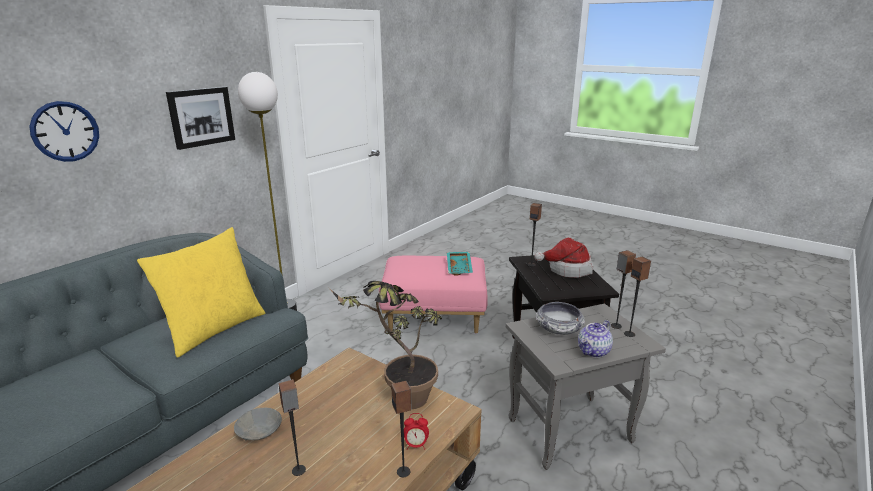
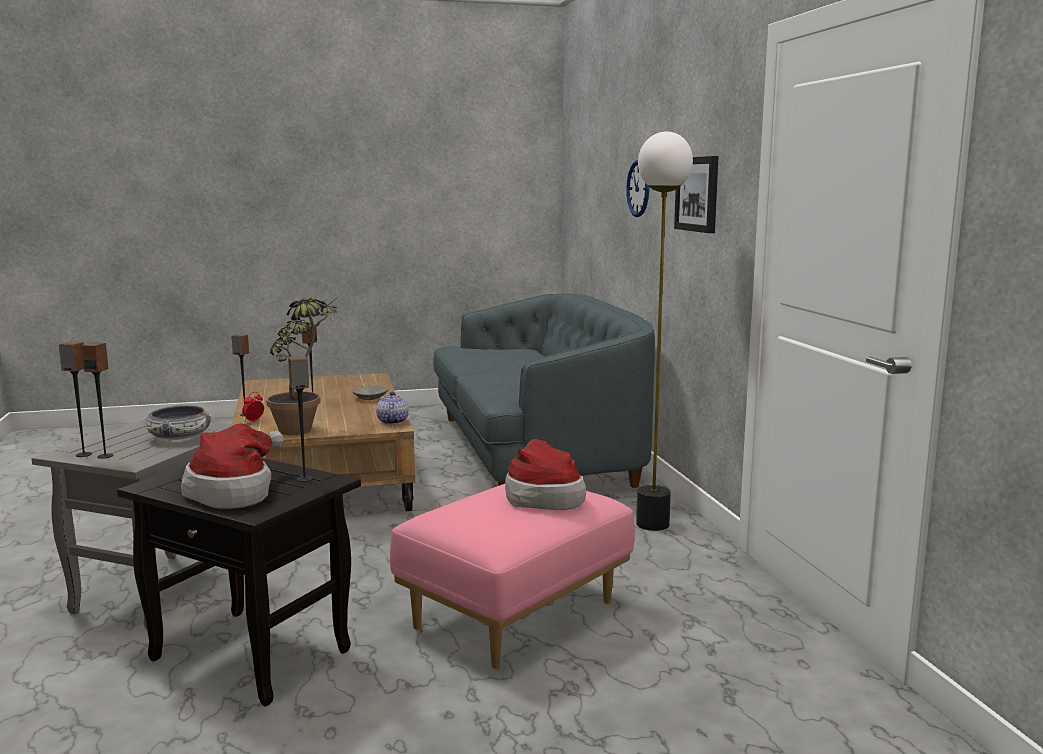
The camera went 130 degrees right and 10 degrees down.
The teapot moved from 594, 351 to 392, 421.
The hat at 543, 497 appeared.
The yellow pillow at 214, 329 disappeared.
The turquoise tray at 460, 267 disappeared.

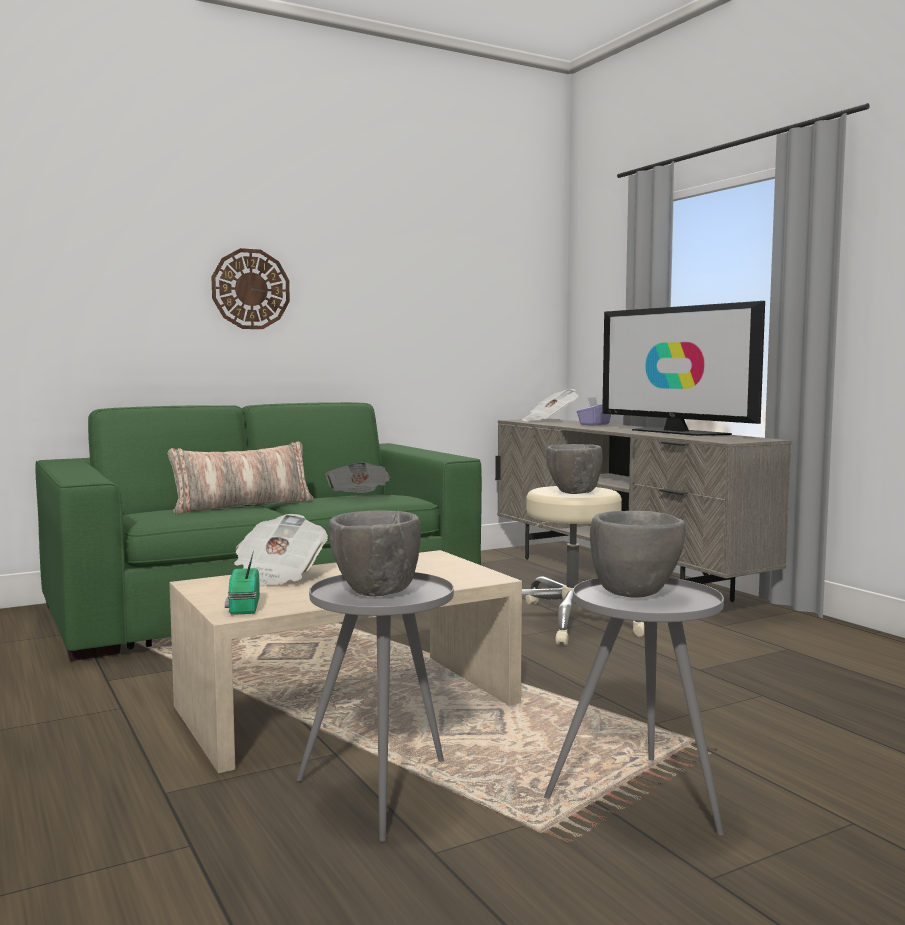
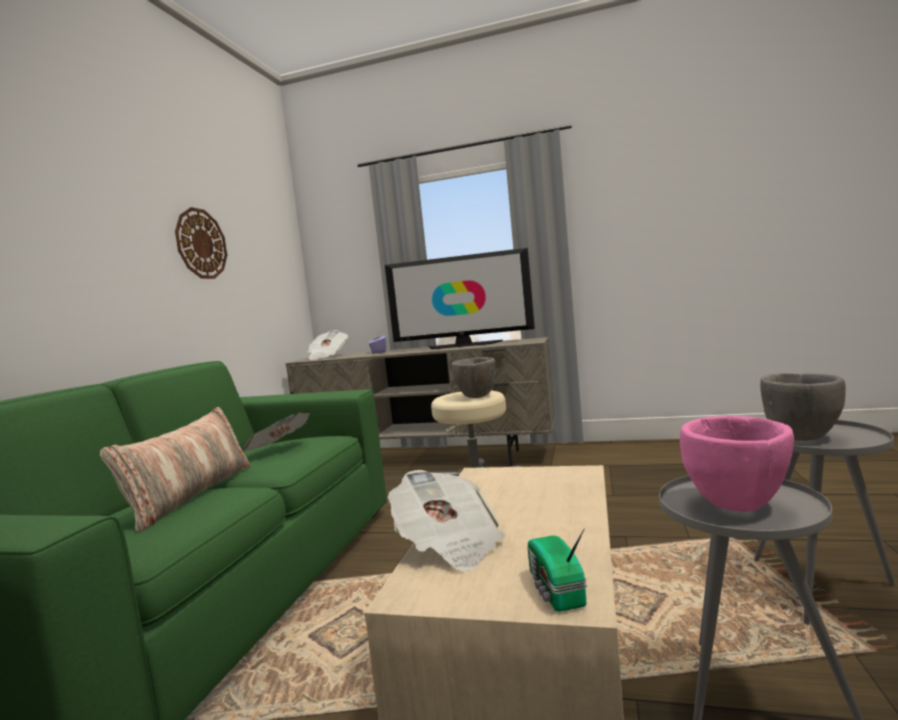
The camera went 45 degrees left and 0 degrees up.
The wall clock moved from 250, 289 to 201, 244.
The radio at 243, 607 turned 45 degrees clockwise.
The grey bowl at 375, 593 became the pink bowl at 737, 506.

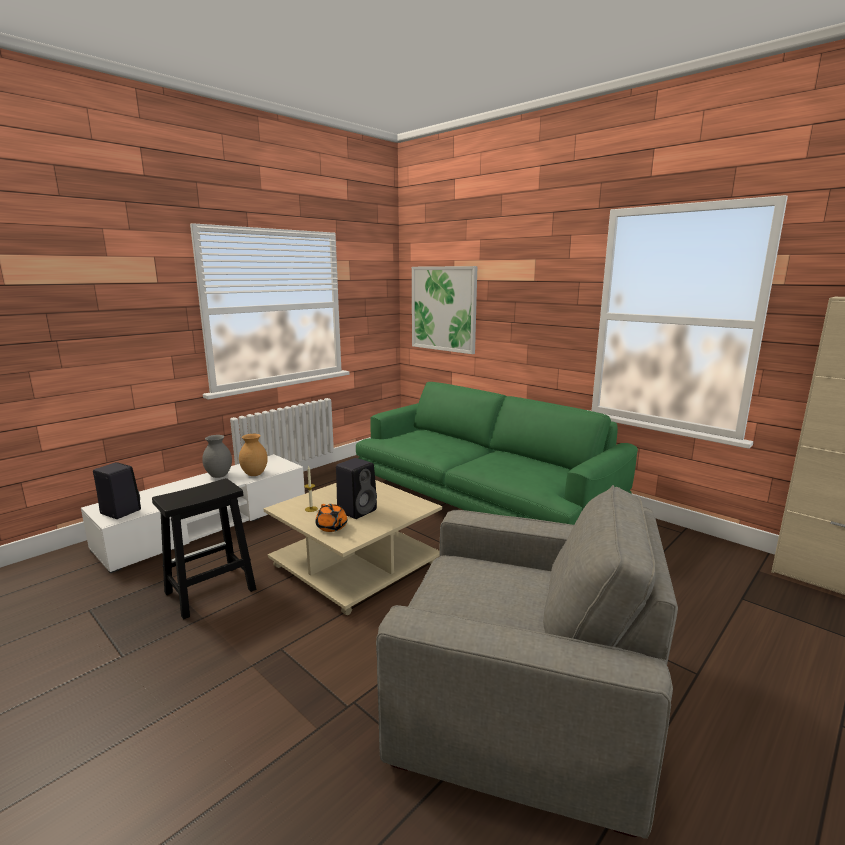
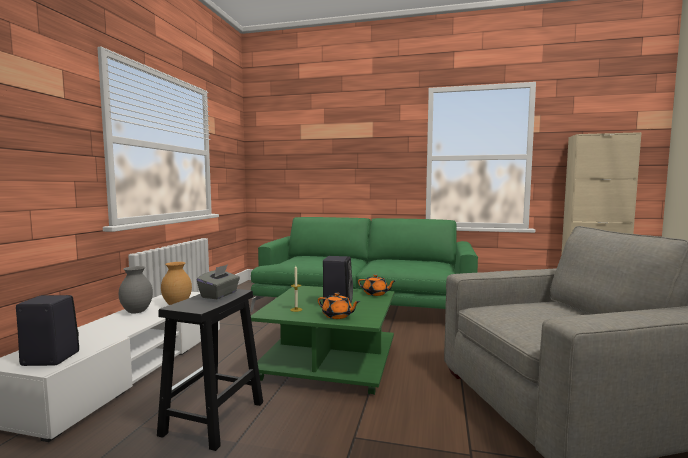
The camera went 30 degrees left and 10 degrees down.
The grey tissue box at 219, 295 appeared.
The beige coffee table at 357, 565 became the green coffee table at 331, 360.
The orange teapot at 376, 294 appeared.
The picture at 443, 309 disappeared.

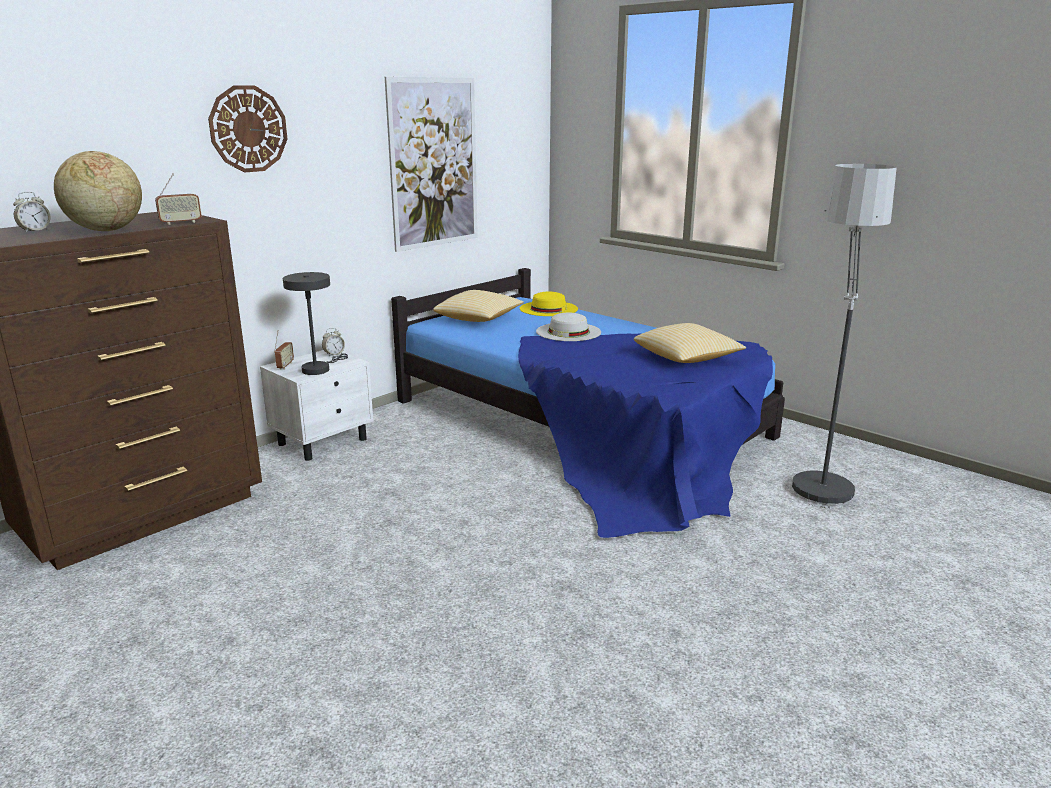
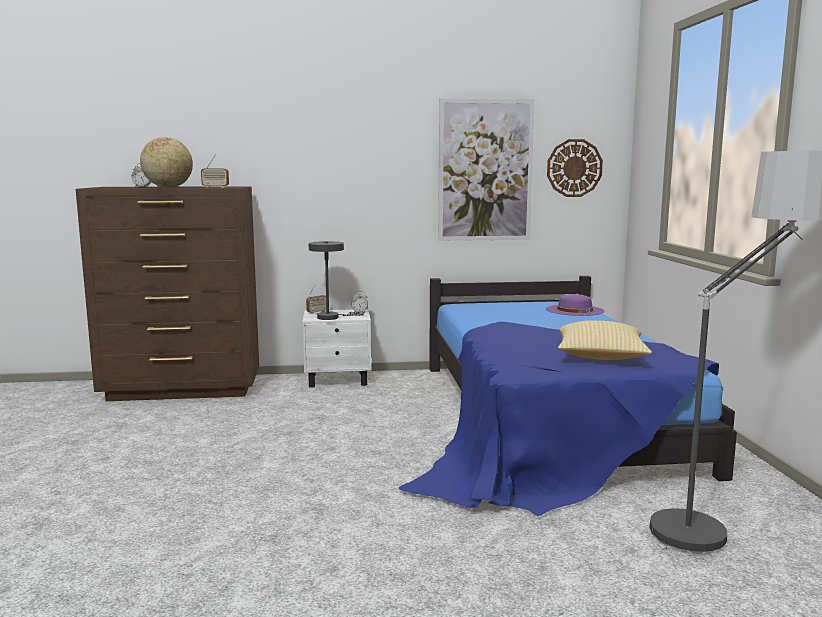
The camera went 40 degrees right and 10 degrees down.
The yellow hat at 548, 308 became the purple hat at 574, 310.
The wall clock moved from 248, 129 to 574, 168.
The pillow at 479, 319 disappeared.
The white hat at 568, 332 disappeared.

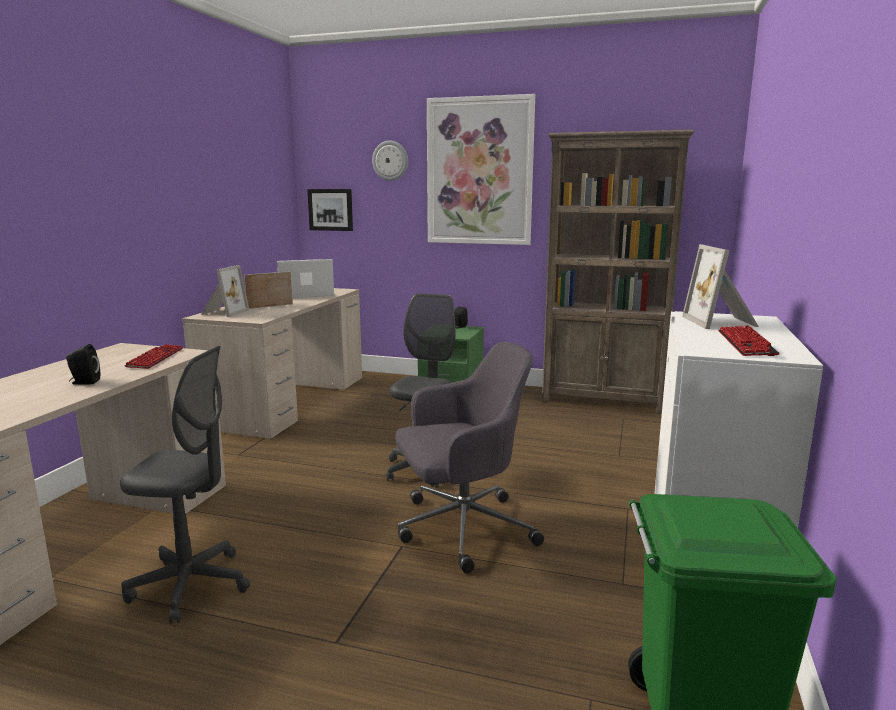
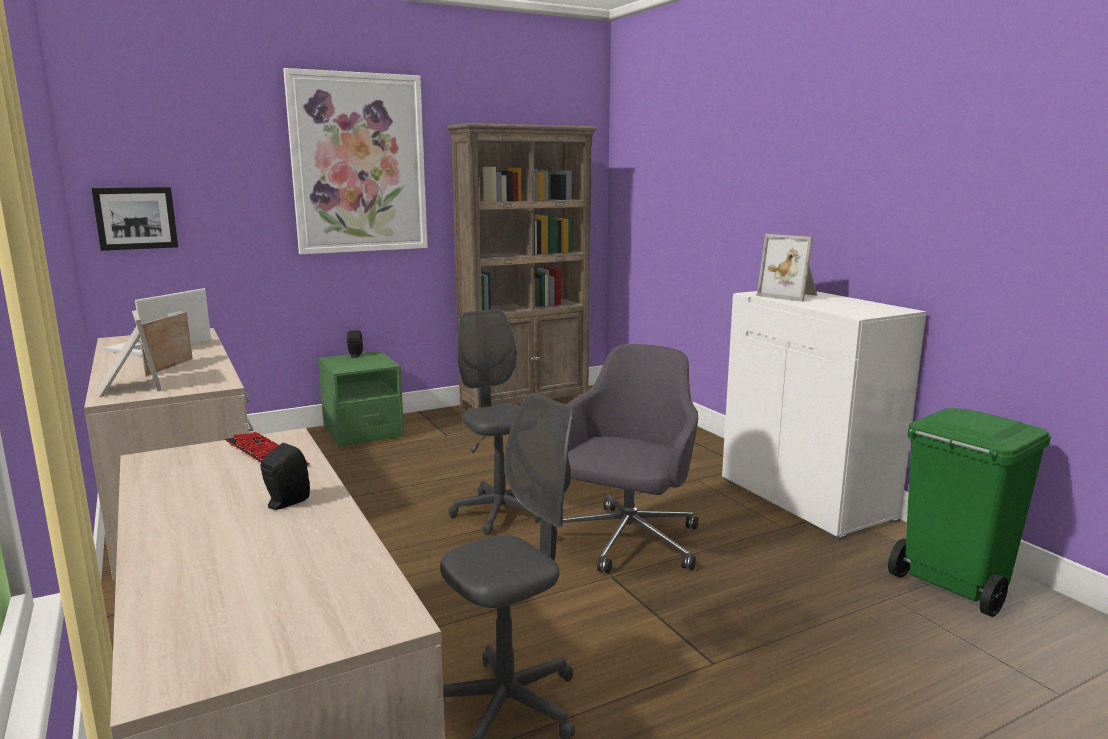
The camera went 45 degrees left and 0 degrees up.
The wall clock at 390, 160 disappeared.
The keyboard at 745, 343 disappeared.

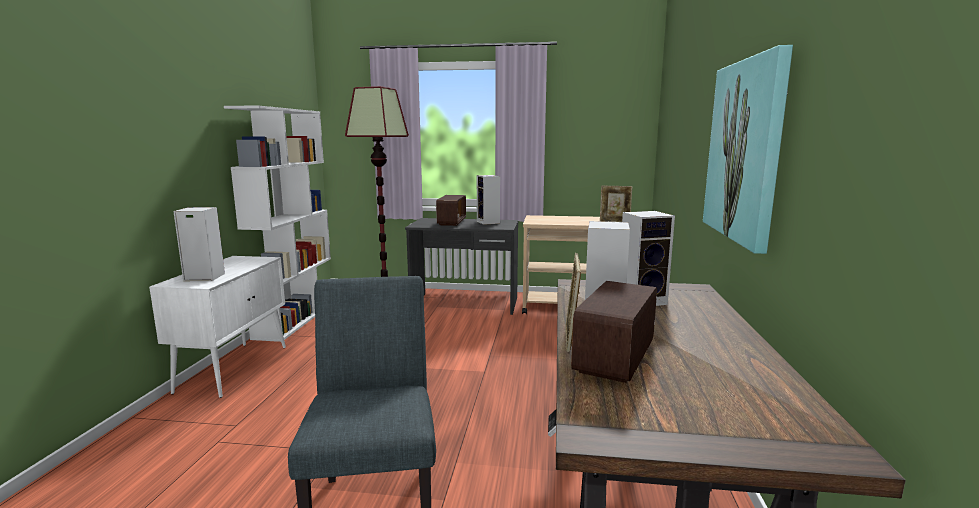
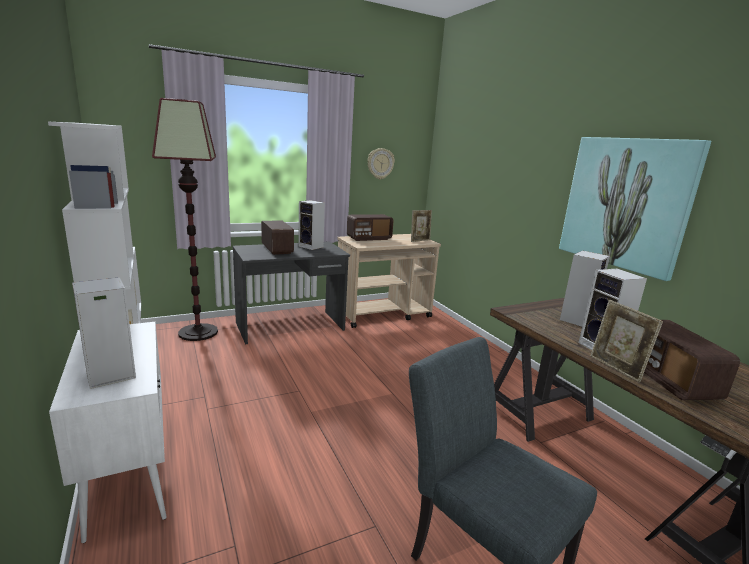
The camera went 35 degrees left and 5 degrees up.
The radio at 369, 238 appeared.
The wall clock at 380, 163 appeared.

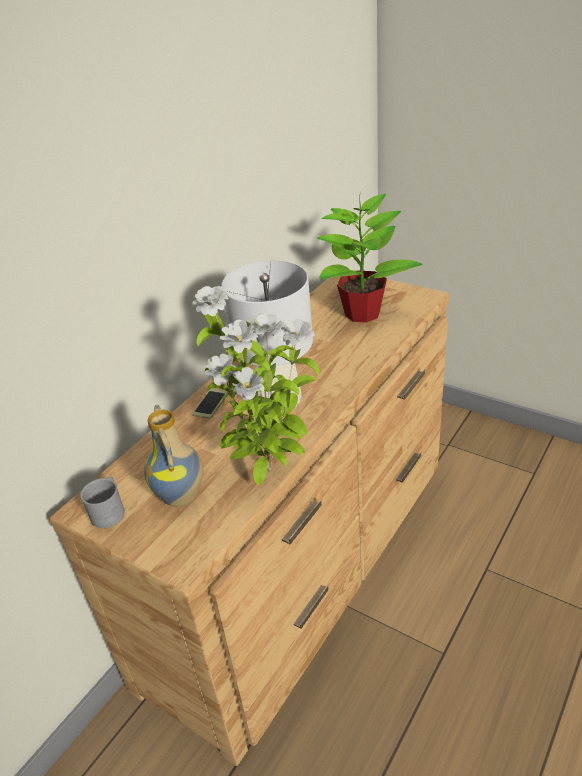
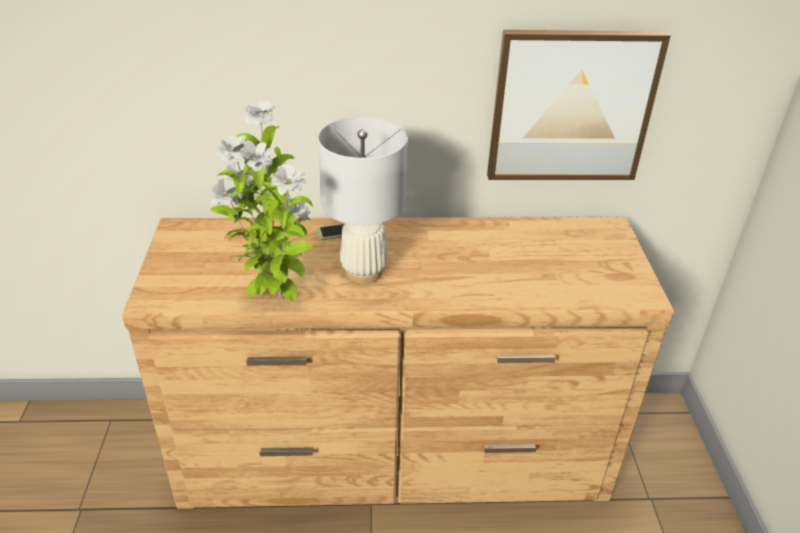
The camera went 50 degrees right and 0 degrees up.
The picture at 571, 107 appeared.
The grey mug at 109, 510 disappeared.
The vase at 182, 496 disappeared.
The potted plant at 363, 313 disappeared.

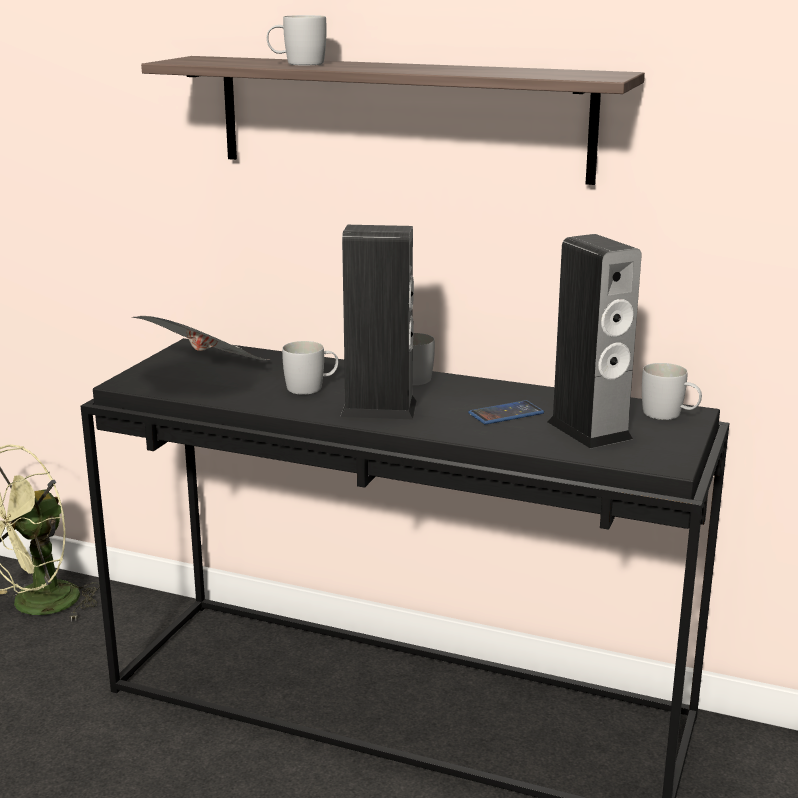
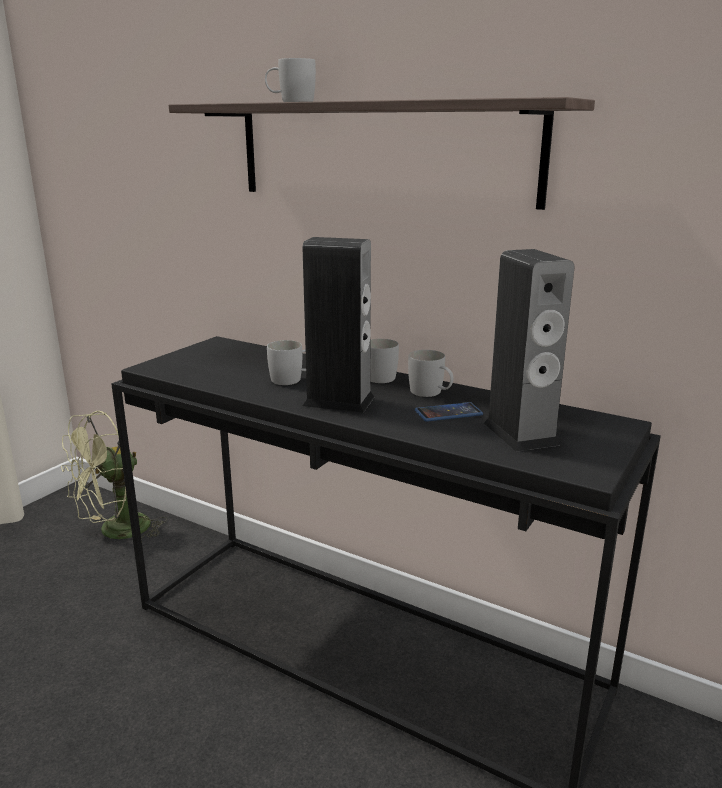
The camera went 10 degrees right and 0 degrees up.
The white mug moved from 669, 415 to 431, 393.
The newspaper at 207, 373 disappeared.

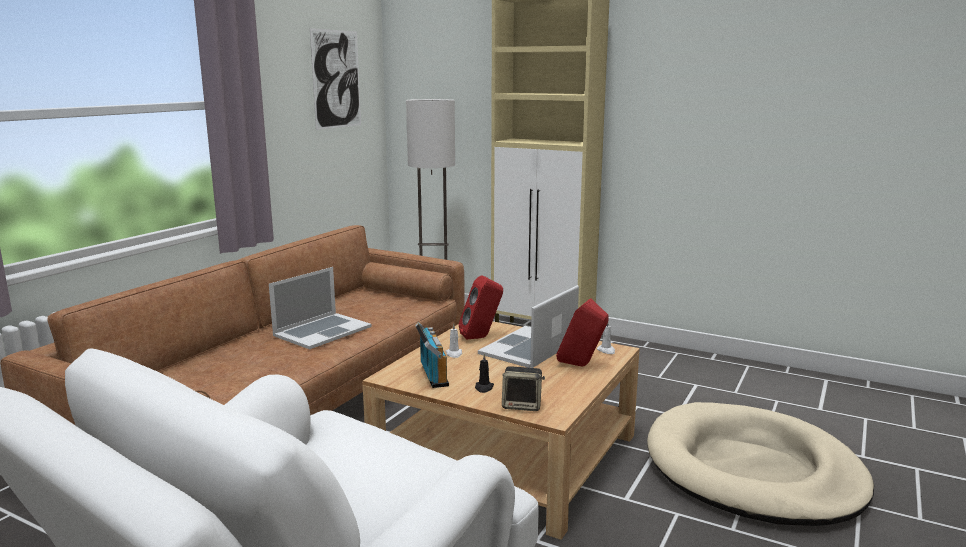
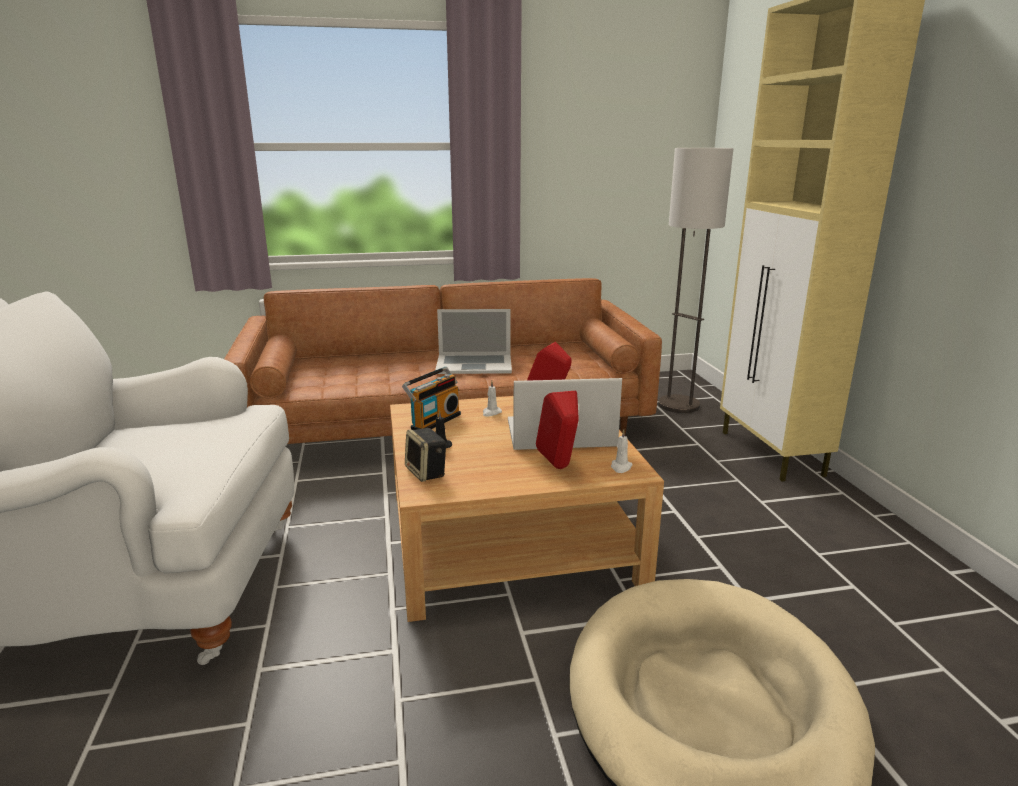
The camera went 50 degrees right and 5 degrees up.
The picture at 336, 79 disappeared.

